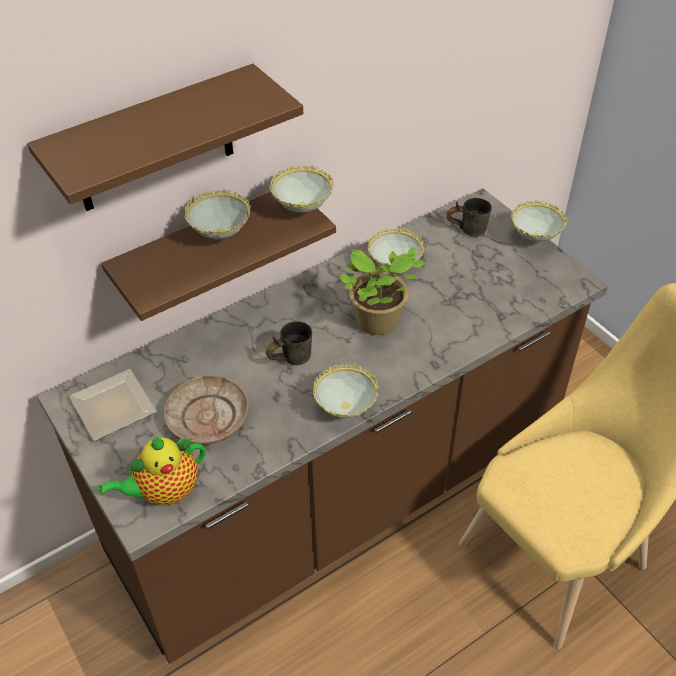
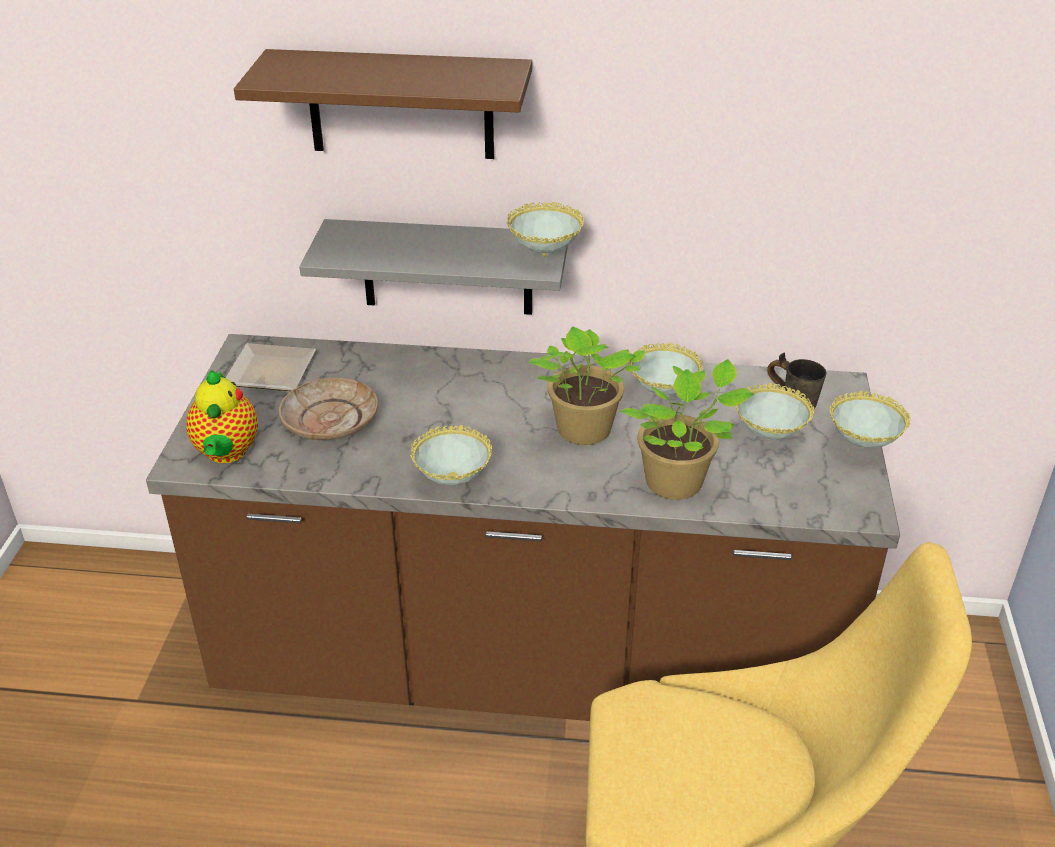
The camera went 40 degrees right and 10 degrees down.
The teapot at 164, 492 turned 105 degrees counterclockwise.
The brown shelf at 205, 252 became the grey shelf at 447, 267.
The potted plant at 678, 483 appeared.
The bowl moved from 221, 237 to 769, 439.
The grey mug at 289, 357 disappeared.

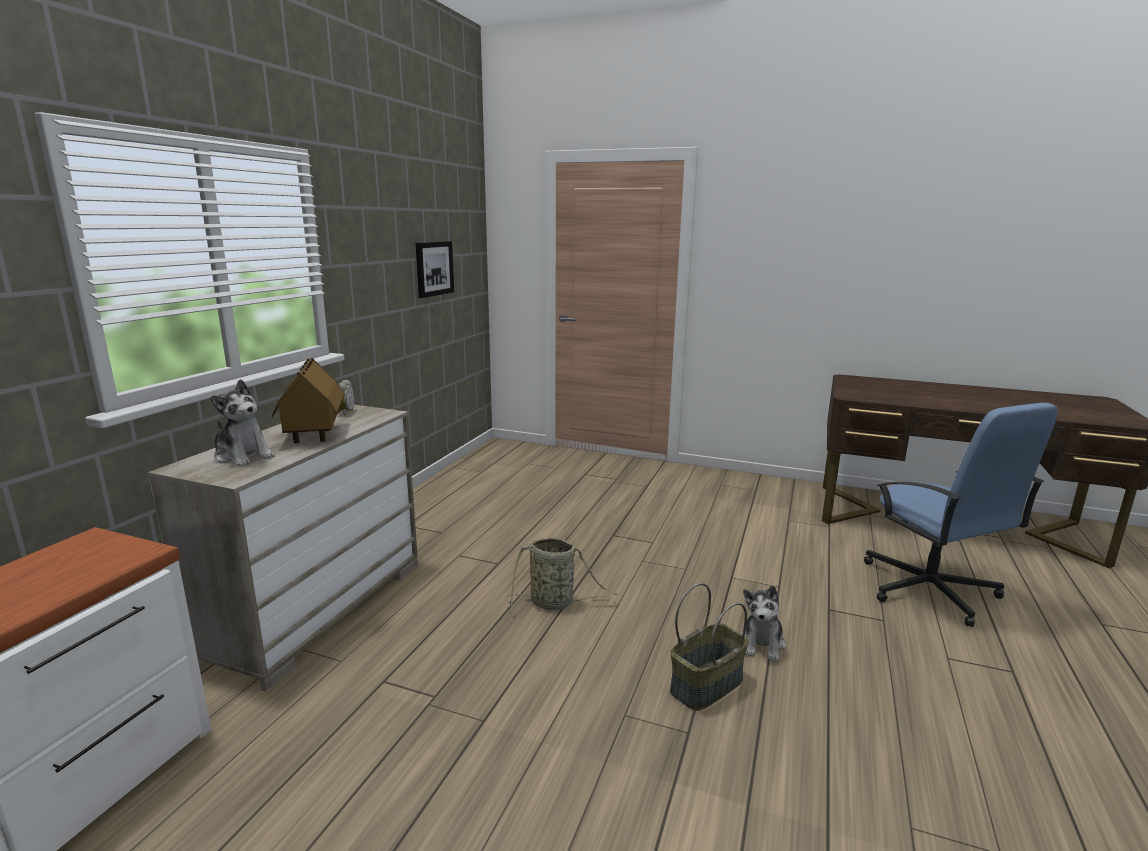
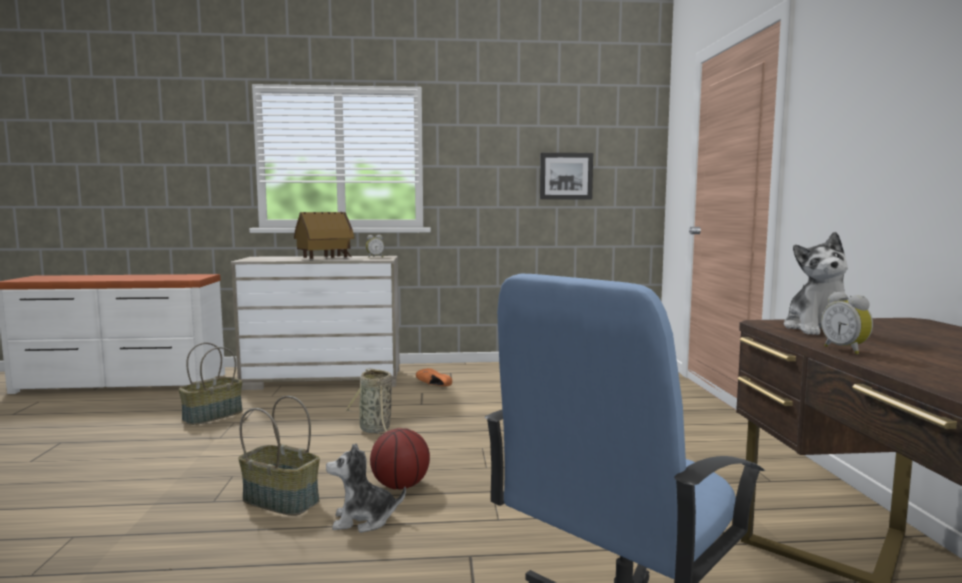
The camera went 65 degrees right and 10 degrees down.
The basket at 212, 416 appeared.
The basketball at 401, 486 appeared.
The orange shoe at 432, 385 appeared.
The plush toy moved from 243, 456 to 818, 329.
The alarm clock at 846, 350 appeared.

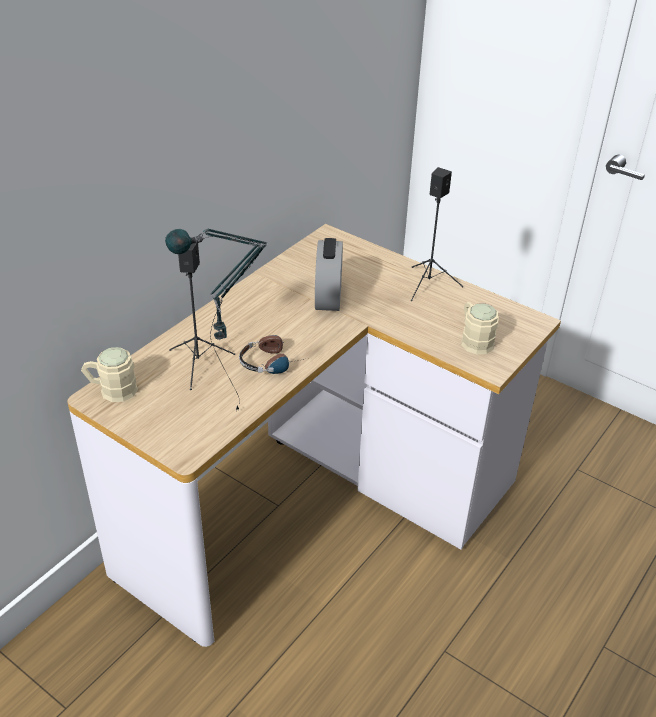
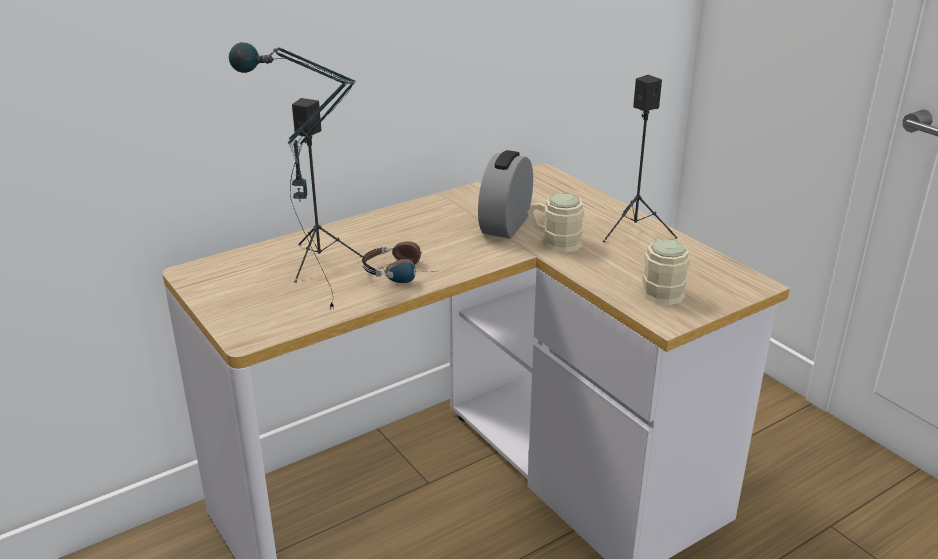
The camera went 20 degrees right and 10 degrees down.
The beige mug moved from 111, 390 to 554, 242.

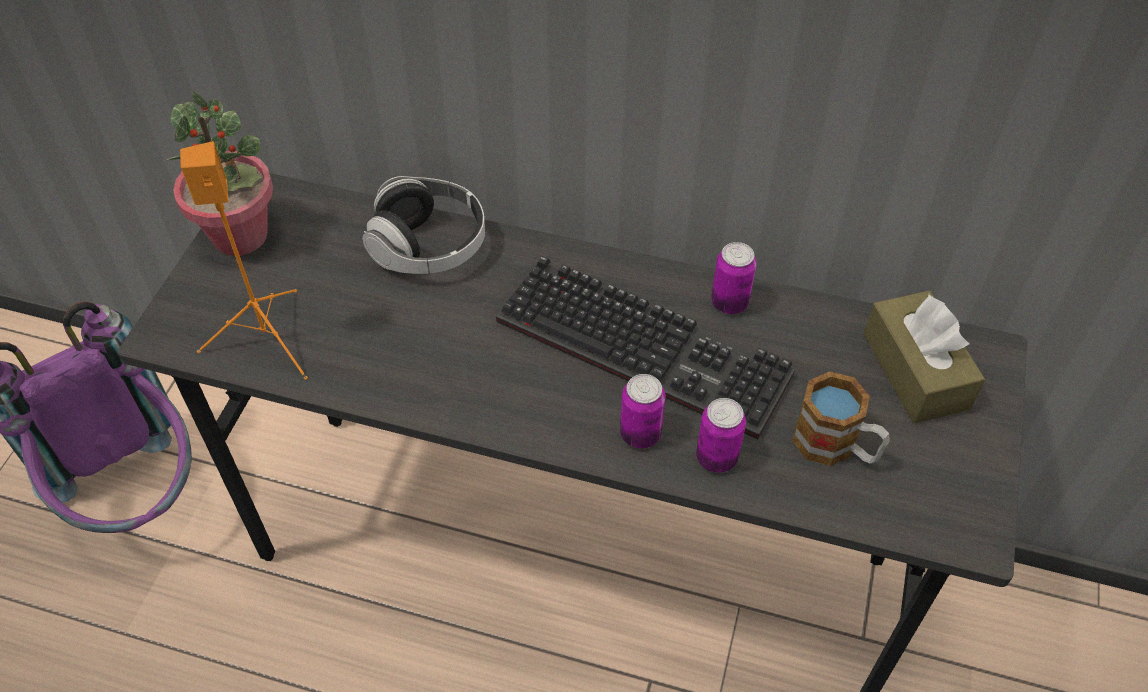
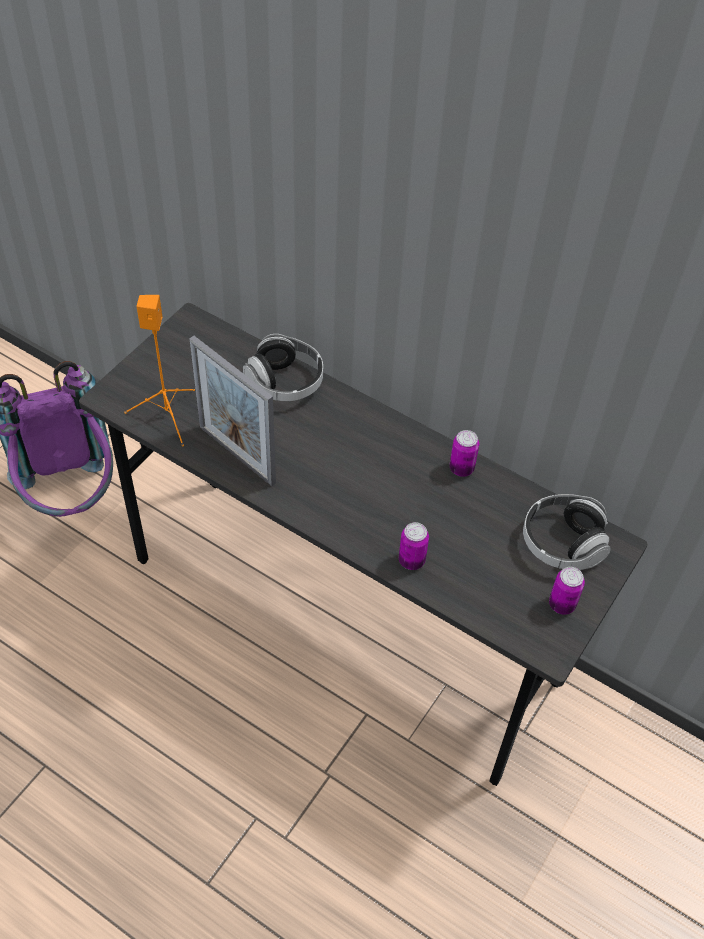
The camera went 15 degrees right and 0 degrees up.
The picture frame at 237, 454 appeared.
The brown tissue box at 915, 371 was replaced by the headphones at 562, 543.
The can moved from 640, 434 to 562, 604.
The potted plant at 240, 235 disappeared.
The keyboard at 649, 346 disappeared.
The mug at 835, 446 disappeared.

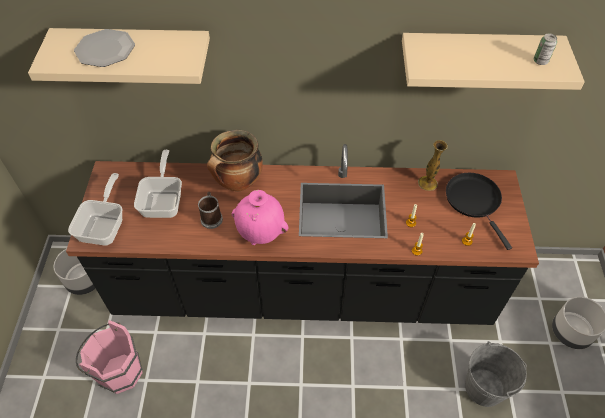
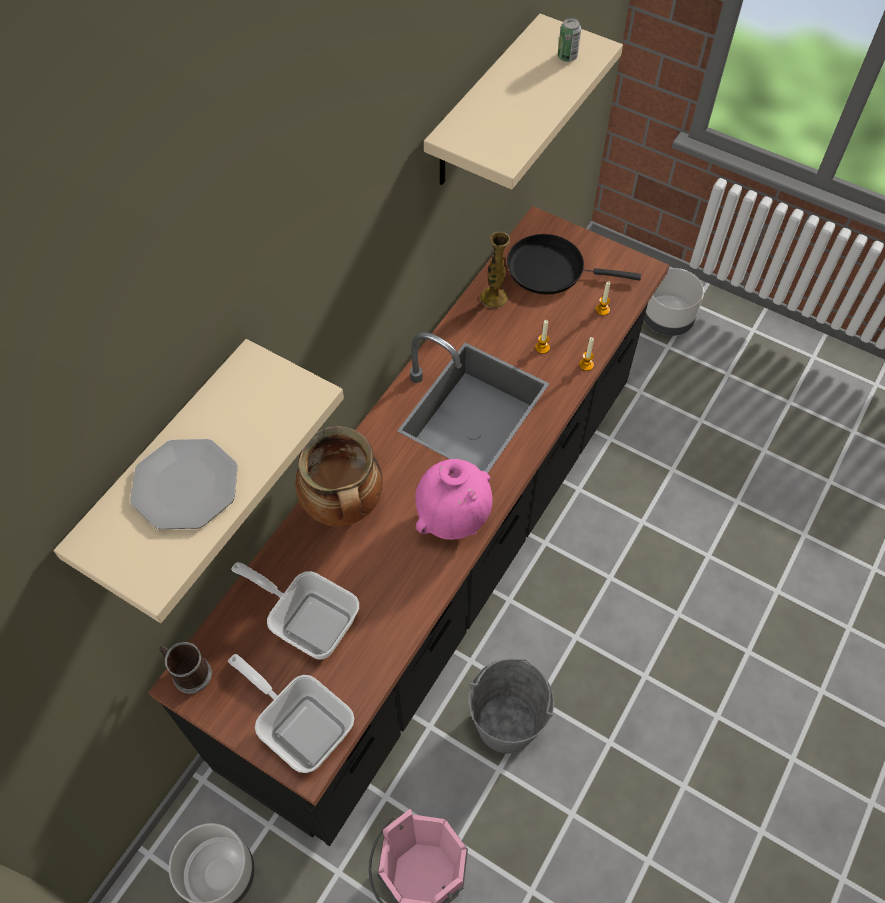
The camera went 60 degrees left and 5 degrees up.
The mug moved from 211, 217 to 188, 672.
The grey bucket moved from 484, 387 to 506, 723.

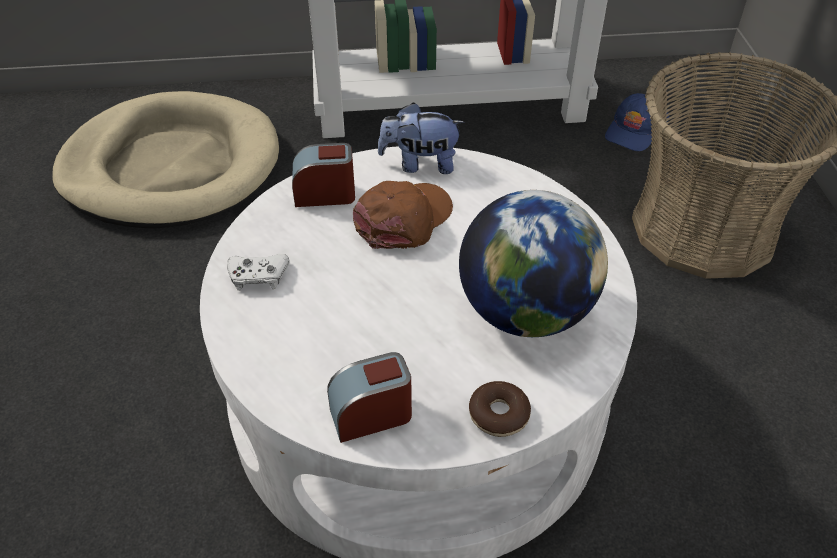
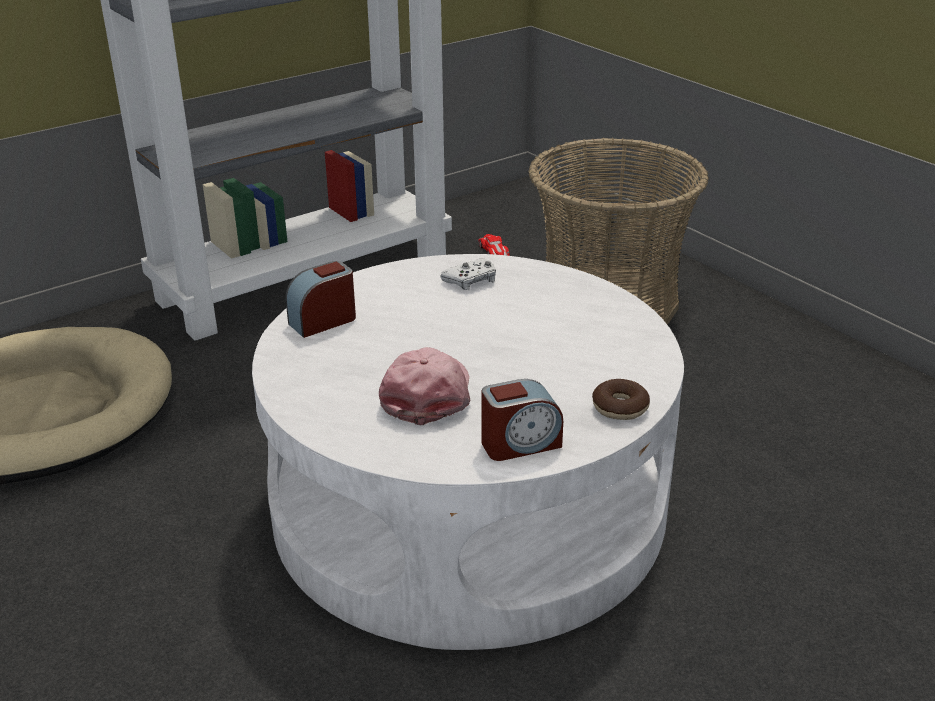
The camera went 30 degrees left and 15 degrees down.
The pink cap at 427, 393 appeared.
The white game controller moved from 258, 276 to 471, 280.
The blue cap at 634, 130 was replaced by the toy car at 494, 251.
The alarm clock at 371, 414 turned 150 degrees counterclockwise.
The brown cap at 404, 220 disappeared.
The plush toy at 420, 164 disappeared.
The globe at 525, 311 disappeared.

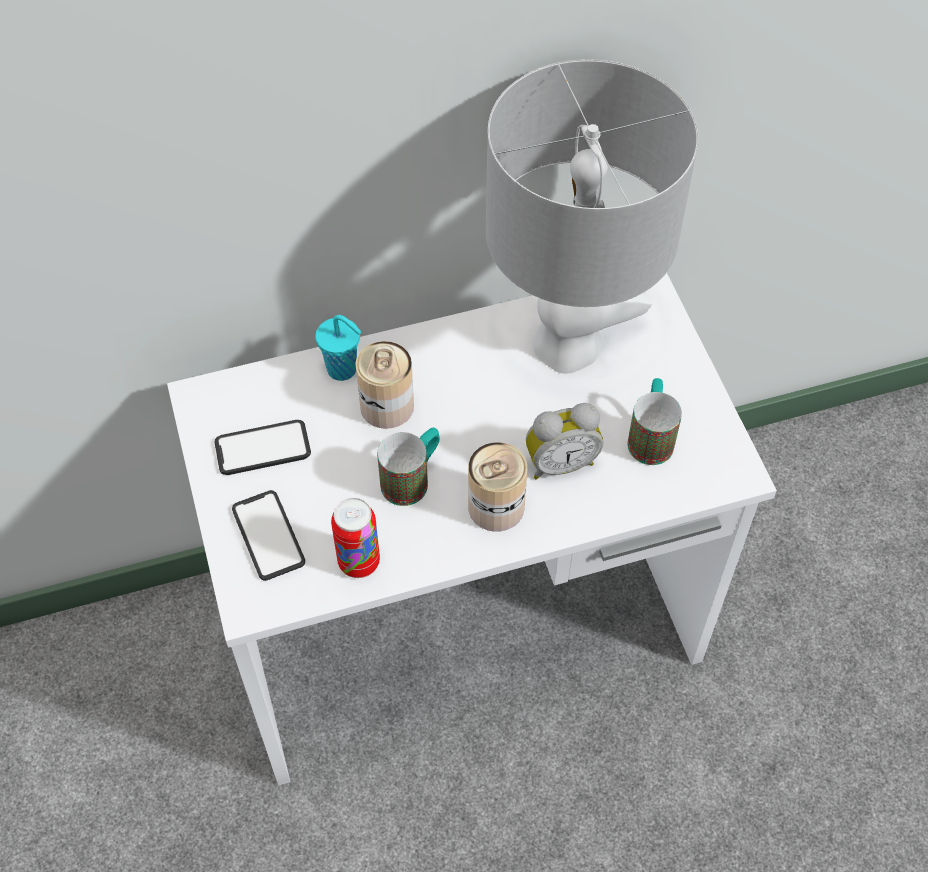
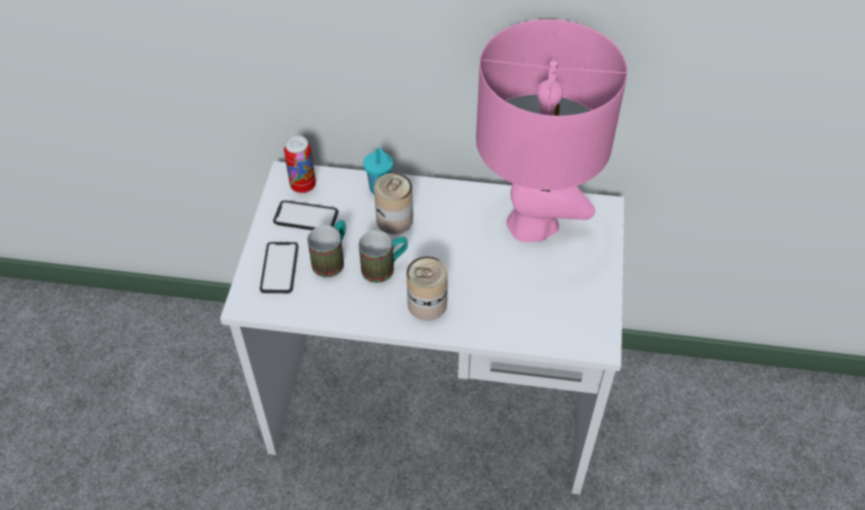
The camera went 25 degrees right and 5 degrees down.
The can moved from 359, 562 to 303, 186.
The mug moved from 650, 436 to 332, 259.
The grey table lamp at 570, 344 became the pink table lamp at 532, 224.
The alarm clock at 560, 462 disappeared.

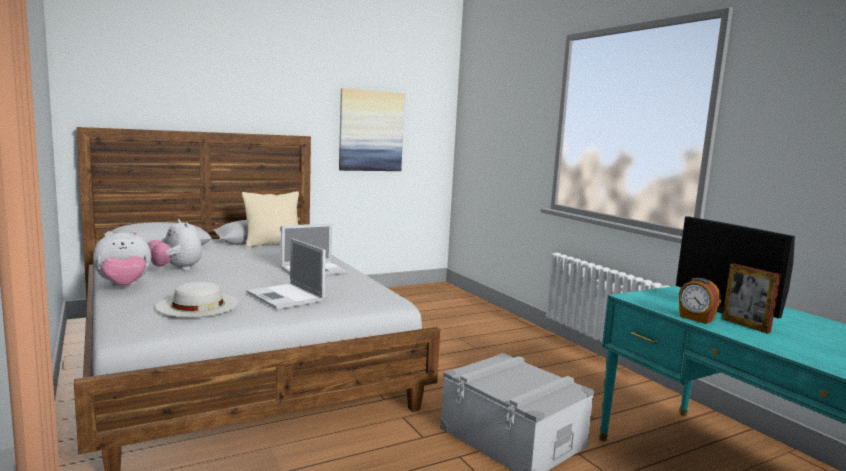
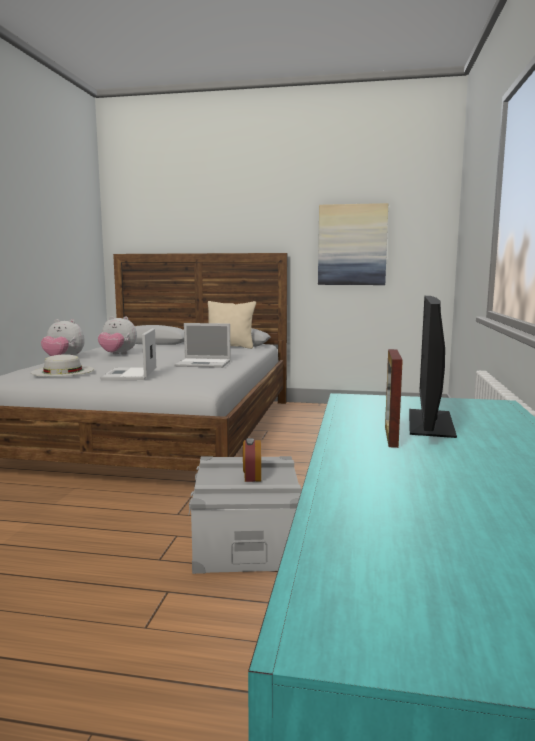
The camera went 40 degrees right and 0 degrees up.
The plush toy at 176, 269 turned 75 degrees counterclockwise.
The alarm clock moved from 696, 318 to 252, 476.

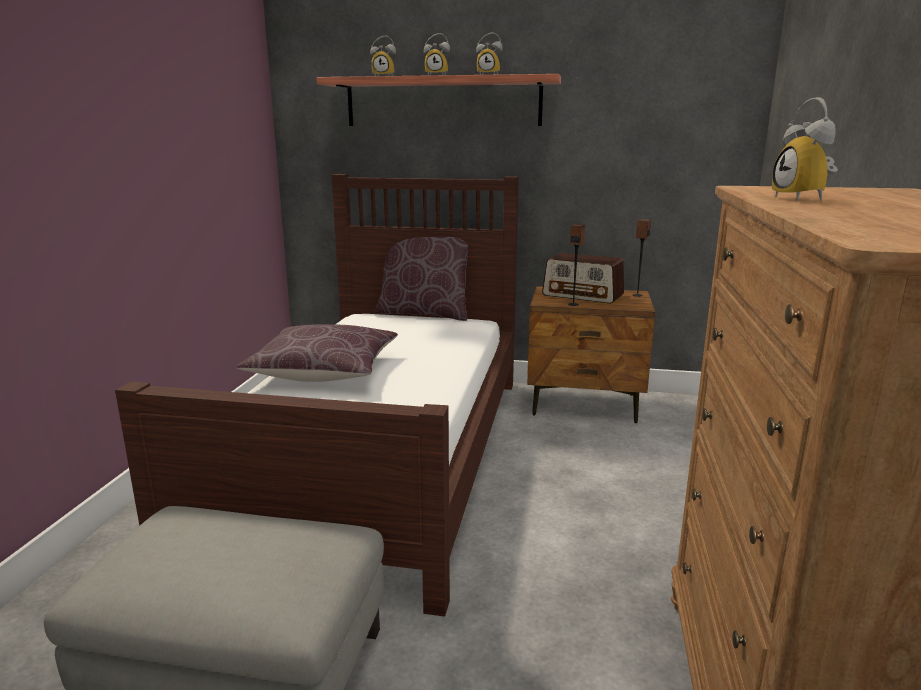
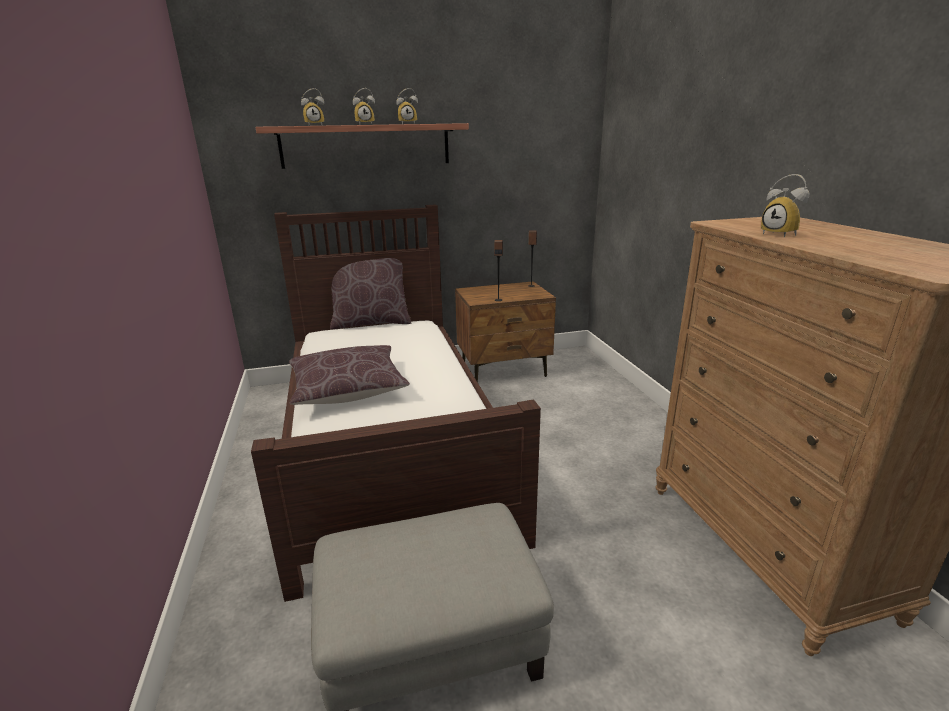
The camera went 25 degrees left and 5 degrees up.
The radio at 583, 295 disappeared.

